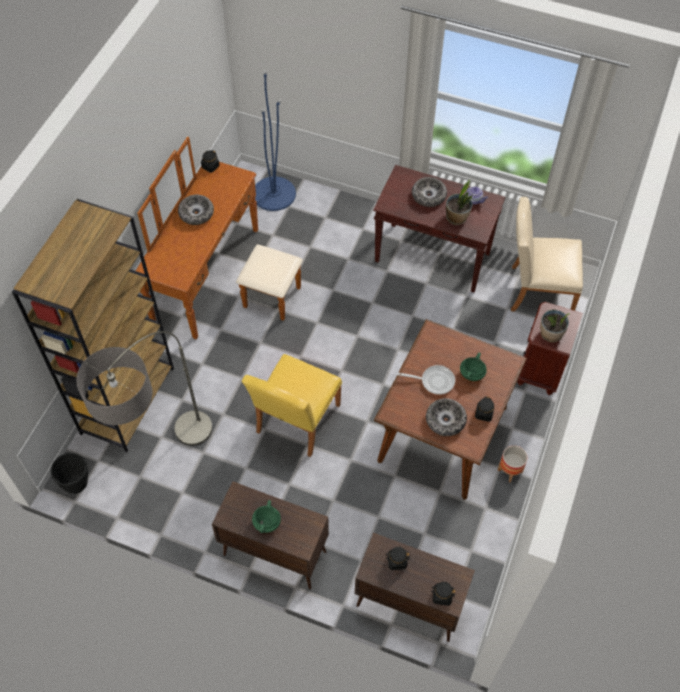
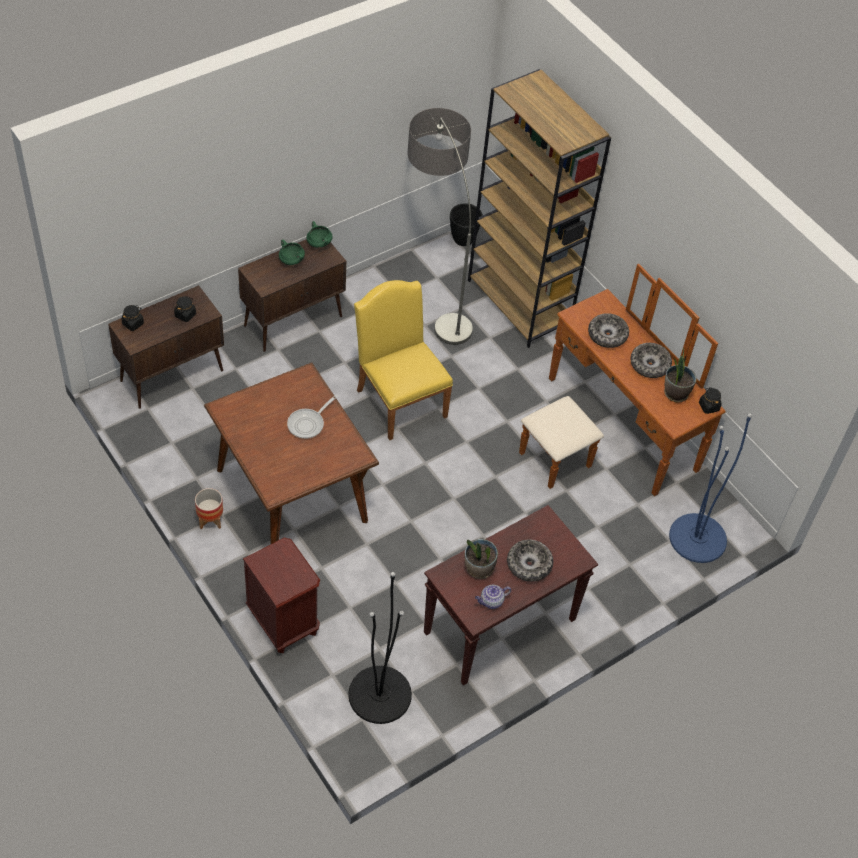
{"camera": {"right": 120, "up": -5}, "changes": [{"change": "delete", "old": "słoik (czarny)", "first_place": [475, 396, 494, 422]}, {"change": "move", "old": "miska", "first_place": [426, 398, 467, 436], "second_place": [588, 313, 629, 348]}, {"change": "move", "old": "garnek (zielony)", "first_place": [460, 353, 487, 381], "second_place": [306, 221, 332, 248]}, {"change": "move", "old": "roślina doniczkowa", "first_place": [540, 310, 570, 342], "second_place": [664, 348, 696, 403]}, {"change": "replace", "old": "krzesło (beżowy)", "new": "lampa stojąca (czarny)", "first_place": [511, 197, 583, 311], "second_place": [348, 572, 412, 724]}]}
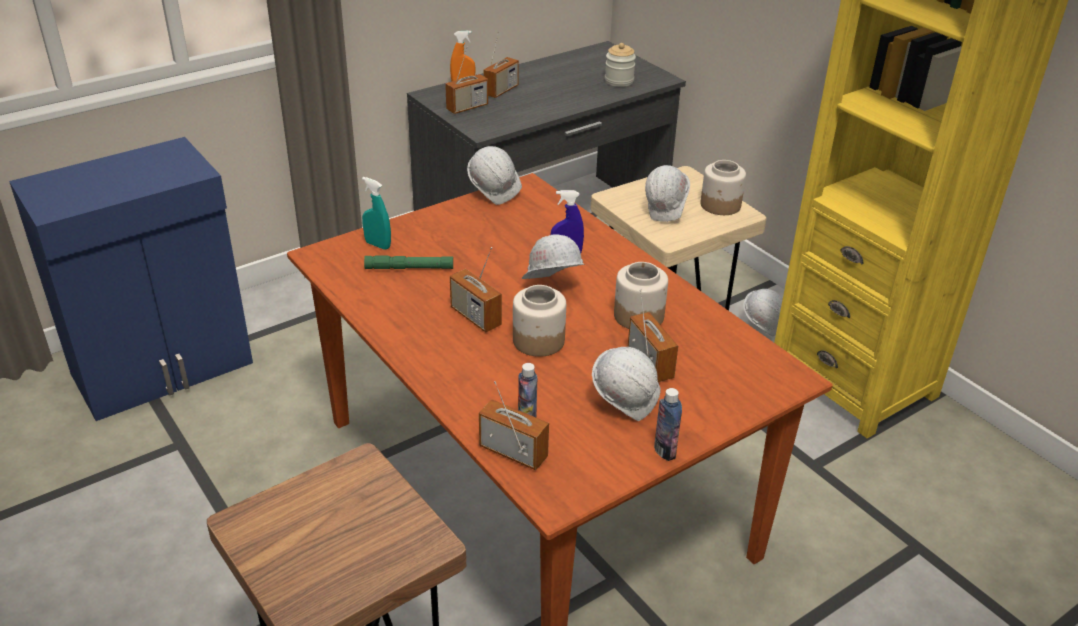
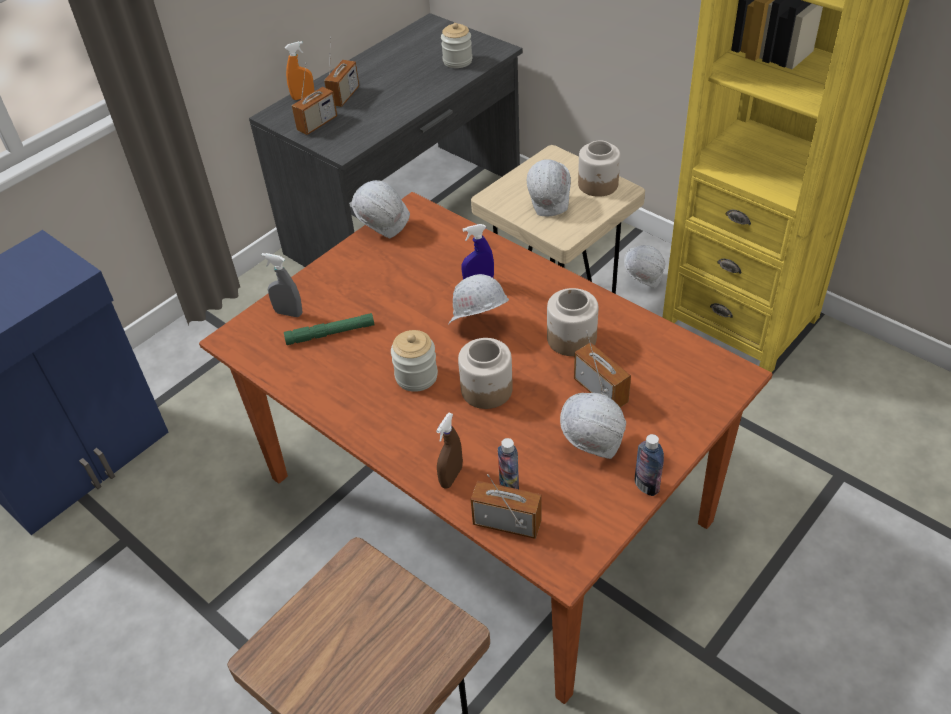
{"camera": {"right": -10, "up": 10}, "changes": [{"change": "insert", "new": "spryskiwacz (brązowy)", "second_place": [436, 413, 463, 489]}, {"change": "replace", "old": "radio", "new": "słoik", "first_place": [450, 247, 502, 332], "second_place": [391, 330, 438, 392]}, {"change": "recolor", "old": "spryskiwacz (turkusowy)", "new": "spryskiwacz (szary)", "first_place": [362, 177, 391, 250], "second_place": [262, 253, 303, 317]}]}
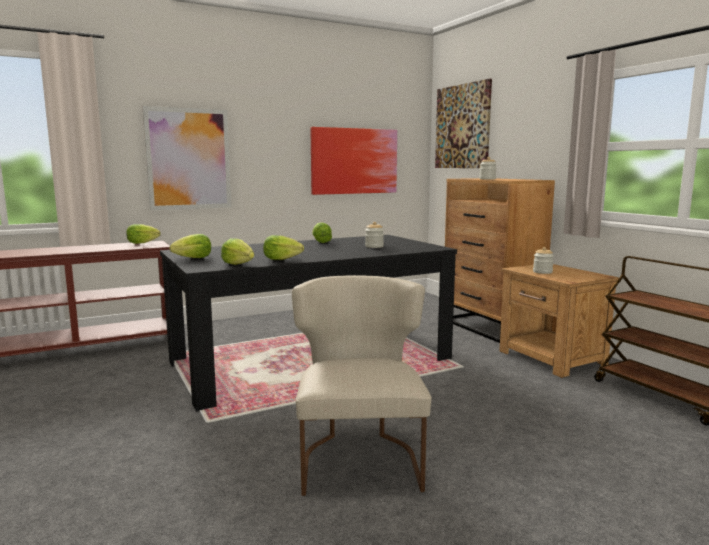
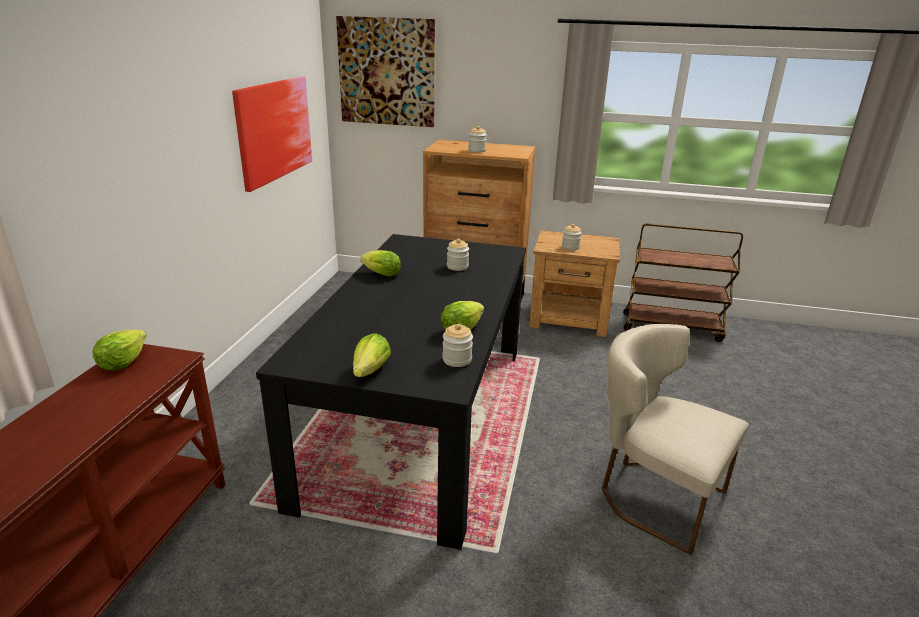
{"camera": {"right": -50, "up": 15}, "changes": [{"change": "delete", "old": "obraz", "first_place": [143, 106, 231, 210]}, {"change": "replace", "old": "sałata", "new": "słoik", "first_place": [221, 238, 254, 265], "second_place": [442, 324, 473, 367]}]}
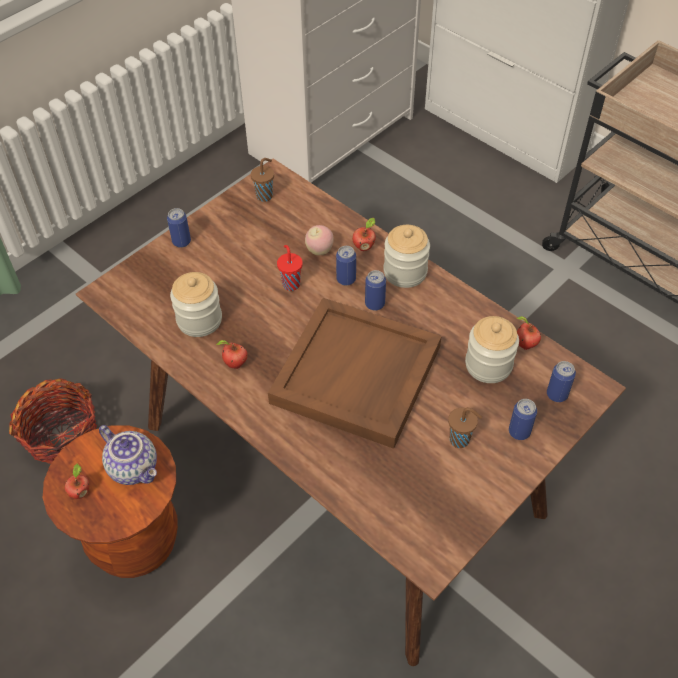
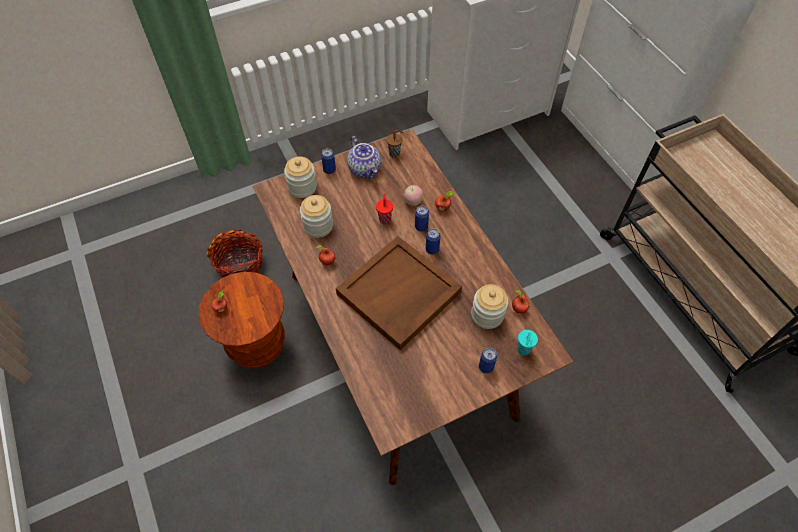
{"camera": {"right": 20, "up": 5}, "changes": [{"change": "delete", "old": "filiżanka (brązowy)", "first_place": [448, 408, 482, 448]}, {"change": "move", "old": "imbryk", "first_place": [99, 425, 157, 485], "second_place": [347, 136, 381, 179]}, {"change": "move", "old": "słoik", "first_place": [383, 225, 430, 288], "second_place": [284, 156, 317, 198]}, {"change": "replace", "old": "puszka", "new": "filiżanka (turkusowy)", "first_place": [547, 361, 576, 402], "second_place": [517, 330, 538, 356]}]}
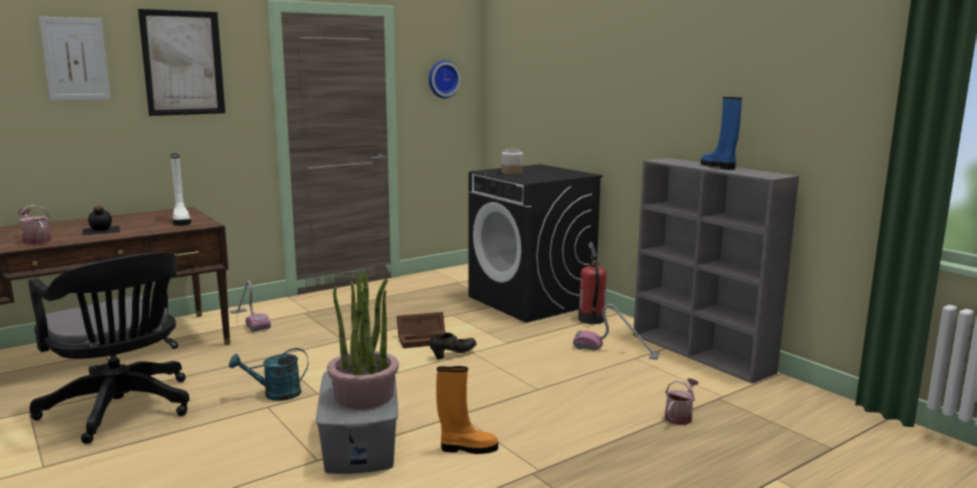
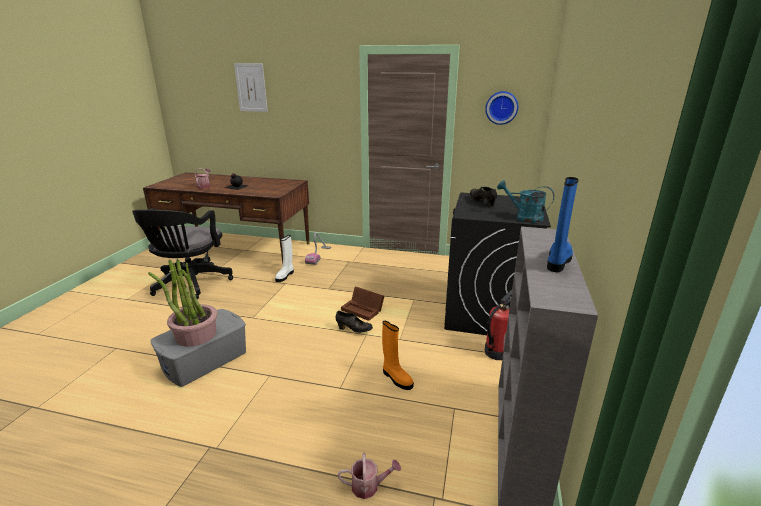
{"camera": {"right": 50, "up": 10}, "changes": [{"change": "delete", "old": "obraz", "first_place": [138, 9, 225, 116]}, {"change": "delete", "old": "odkurzacz", "first_place": [573, 304, 660, 360]}, {"change": "move", "old": "but z cholewką (biały)", "first_place": [170, 154, 191, 226], "second_place": [275, 235, 294, 282]}, {"change": "move", "old": "konewka (turkusowy)", "first_place": [229, 348, 308, 401], "second_place": [497, 180, 554, 223]}, {"change": "move", "old": "but z cholewką (pomarańczowy)", "first_place": [436, 366, 498, 454], "second_place": [382, 321, 414, 390]}, {"change": "replace", "old": "słoik", "new": "but (czarny)", "first_place": [501, 149, 523, 175], "second_place": [470, 187, 497, 207]}]}
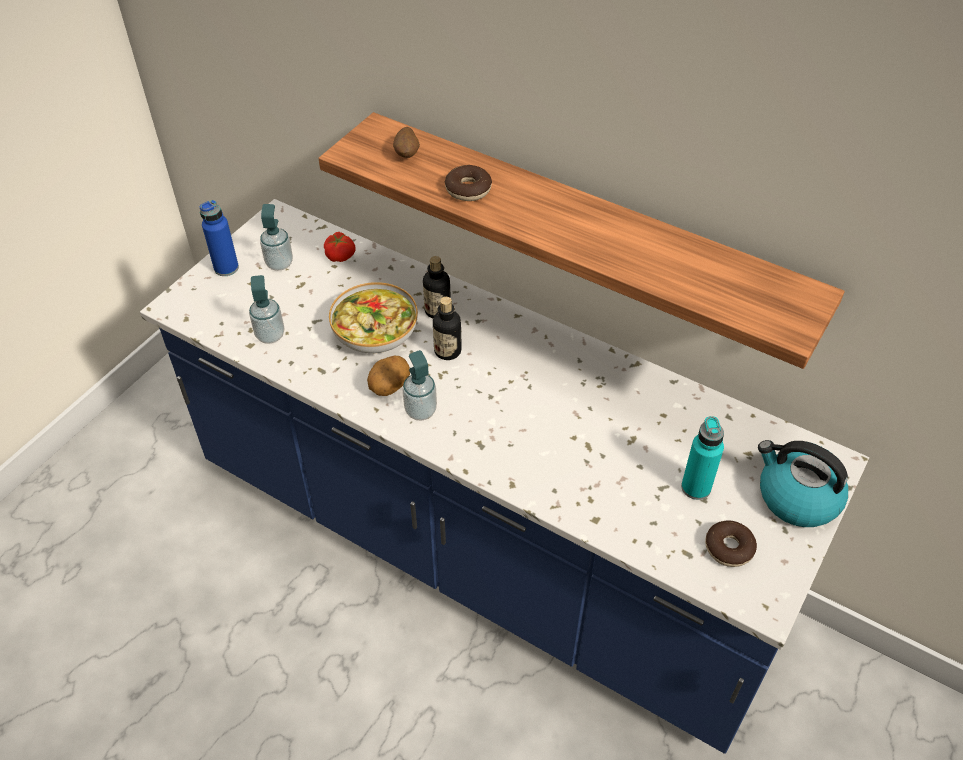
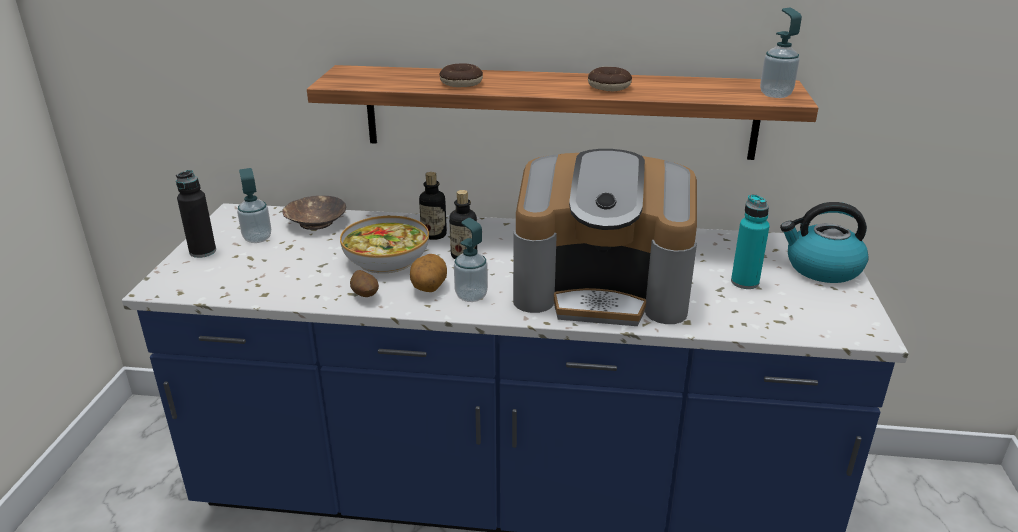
{"camera": {"right": -25, "up": -20}, "changes": [{"change": "insert", "new": "ekspres do kawy", "second_place": [513, 149, 697, 326]}, {"change": "move", "old": "dozownik mydła", "first_place": [249, 275, 284, 344], "second_place": [760, 7, 802, 98]}, {"change": "move", "old": "ziemniak", "first_place": [393, 127, 420, 158], "second_place": [350, 270, 379, 297]}, {"change": "move", "old": "donut", "first_place": [705, 520, 757, 567], "second_place": [588, 67, 632, 92]}, {"change": "replace", "old": "pomidor", "new": "miska (brązowy)", "first_place": [324, 232, 355, 262], "second_place": [282, 195, 346, 230]}, {"change": "recolor", "old": "butelka (niebieski)", "new": "butelka (czarny)", "first_place": [199, 200, 239, 276], "second_place": [176, 170, 216, 258]}]}
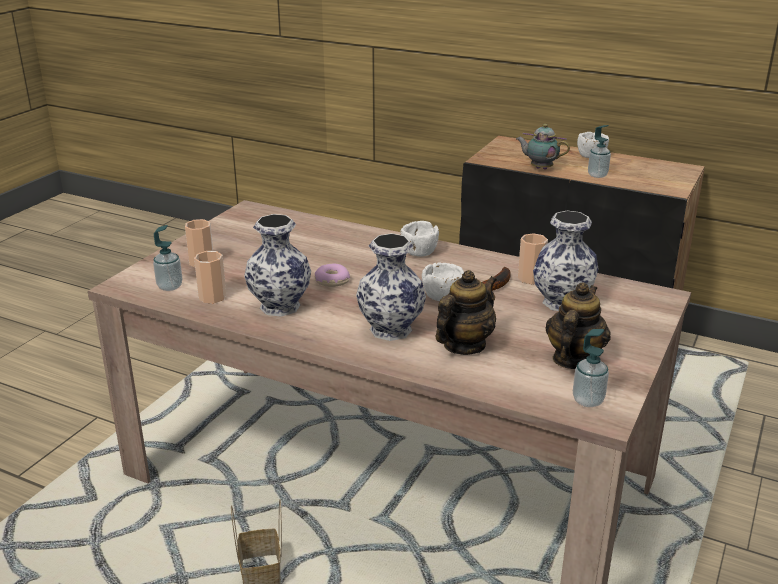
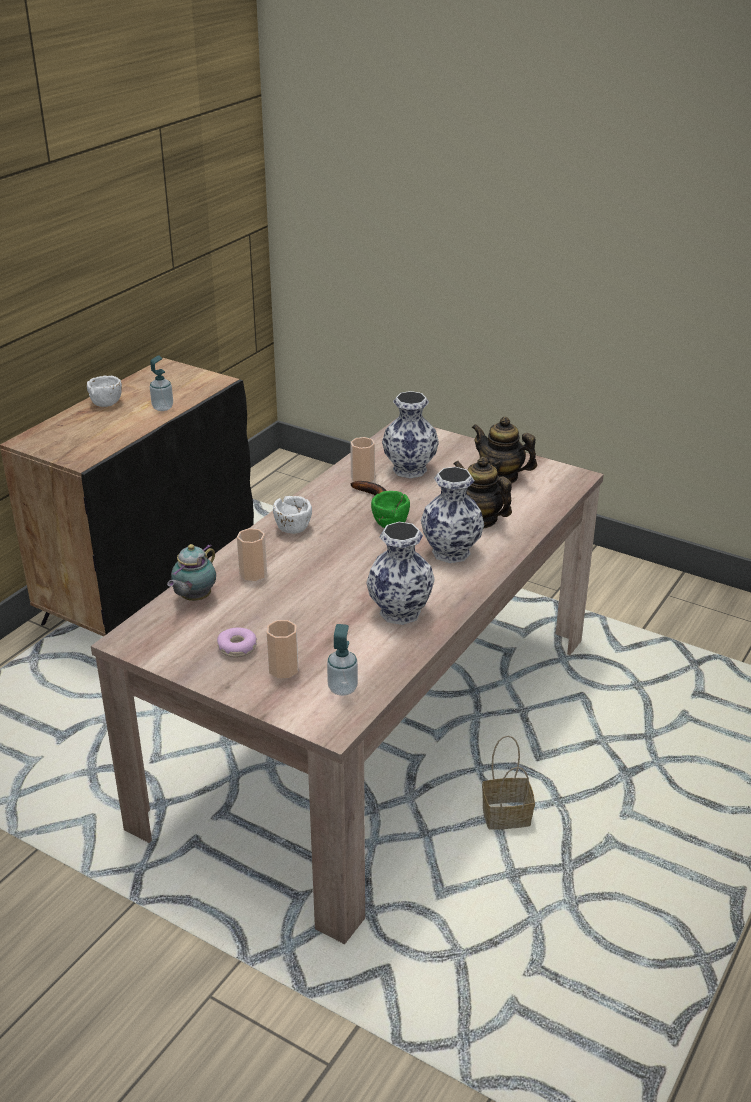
{"camera": {"right": -85, "up": 5}, "changes": [{"change": "delete", "old": "dozownik mydła", "first_place": [573, 329, 609, 407]}, {"change": "move", "old": "filiżanka", "first_place": [194, 251, 226, 303], "second_place": [237, 528, 267, 581]}, {"change": "move", "old": "donut", "first_place": [315, 264, 350, 287], "second_place": [217, 627, 257, 657]}, {"change": "move", "old": "imbryk", "first_place": [516, 124, 570, 170], "second_place": [167, 544, 216, 601]}, {"change": "recolor", "old": "miska (biały)", "new": "miska (zielony)", "first_place": [422, 262, 464, 301], "second_place": [371, 491, 410, 528]}]}
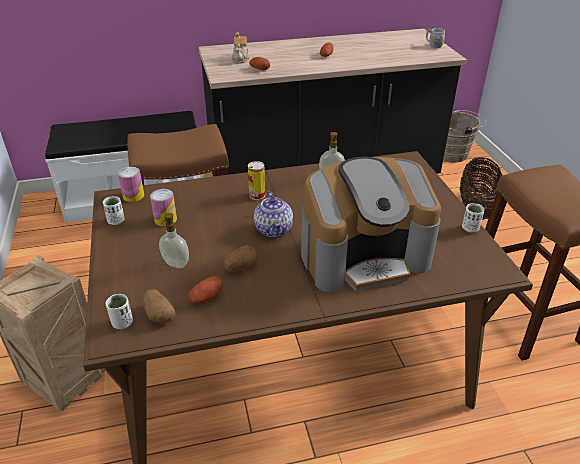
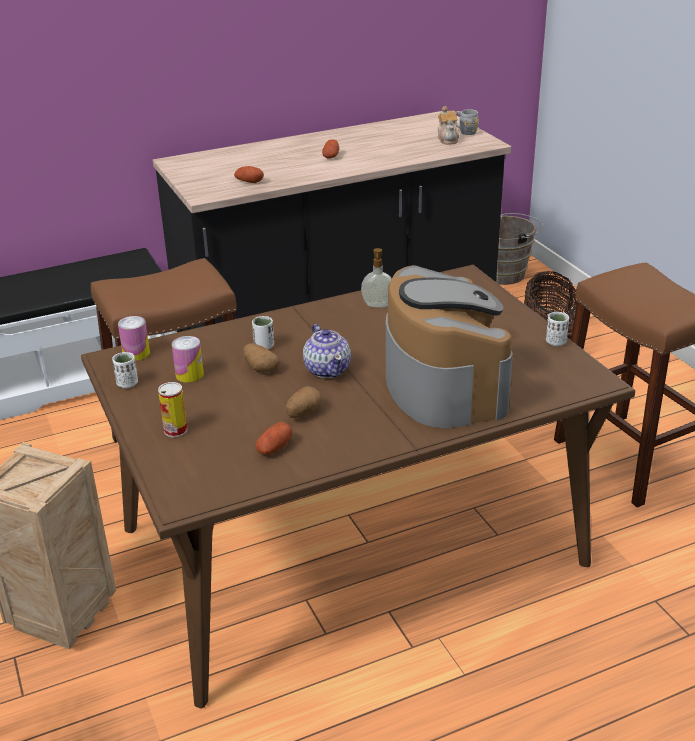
{"camera": {"right": -10, "up": -5}, "changes": [{"change": "delete", "old": "dozownik mydła", "first_place": [159, 213, 189, 268]}, {"change": "move", "old": "filiżanka (biały)", "first_place": [105, 294, 133, 329], "second_place": [252, 316, 274, 349]}, {"change": "move", "old": "ziemniak", "first_place": [143, 289, 176, 323], "second_place": [243, 343, 280, 372]}, {"change": "move", "old": "imbryk", "first_place": [232, 32, 249, 63], "second_place": [438, 106, 459, 145]}, {"change": "move", "old": "puszka", "first_place": [248, 161, 265, 200], "second_place": [158, 382, 187, 438]}, {"change": "rotate", "old": "ekspres do kawy", "first_place": [301, 157, 441, 292], "second_place": [386, 265, 513, 428], "degrees": -75}]}
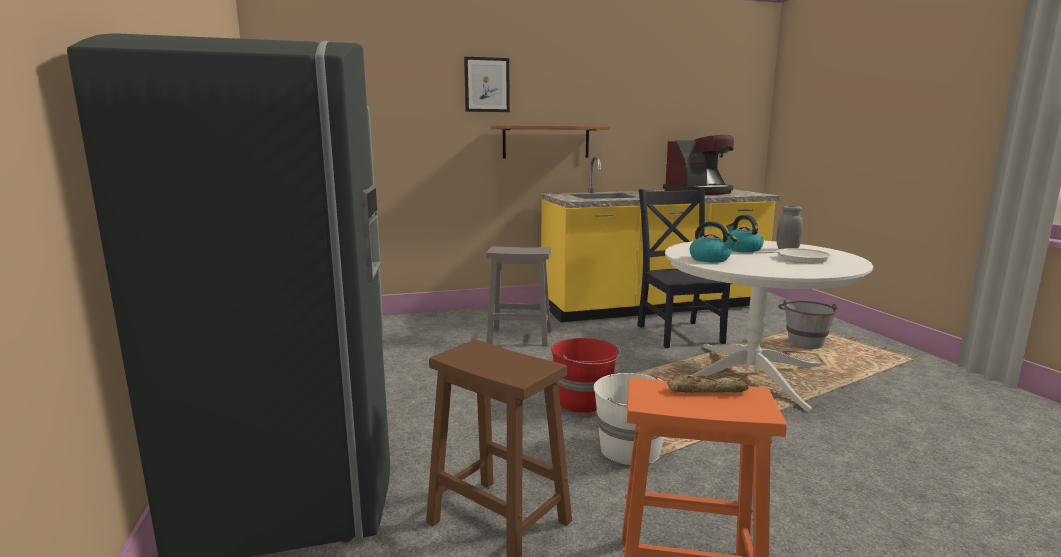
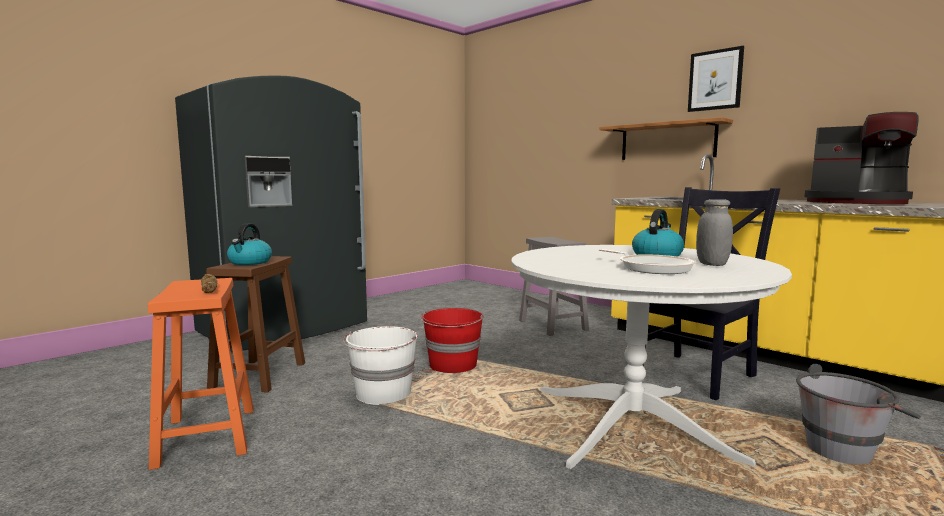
{"camera": {"right": 60, "up": -5}, "changes": [{"change": "move", "old": "obraz", "first_place": [464, 57, 510, 112], "second_place": [688, 46, 744, 112]}, {"change": "move", "old": "czajnik", "first_place": [690, 221, 738, 262], "second_place": [227, 223, 272, 265]}]}
